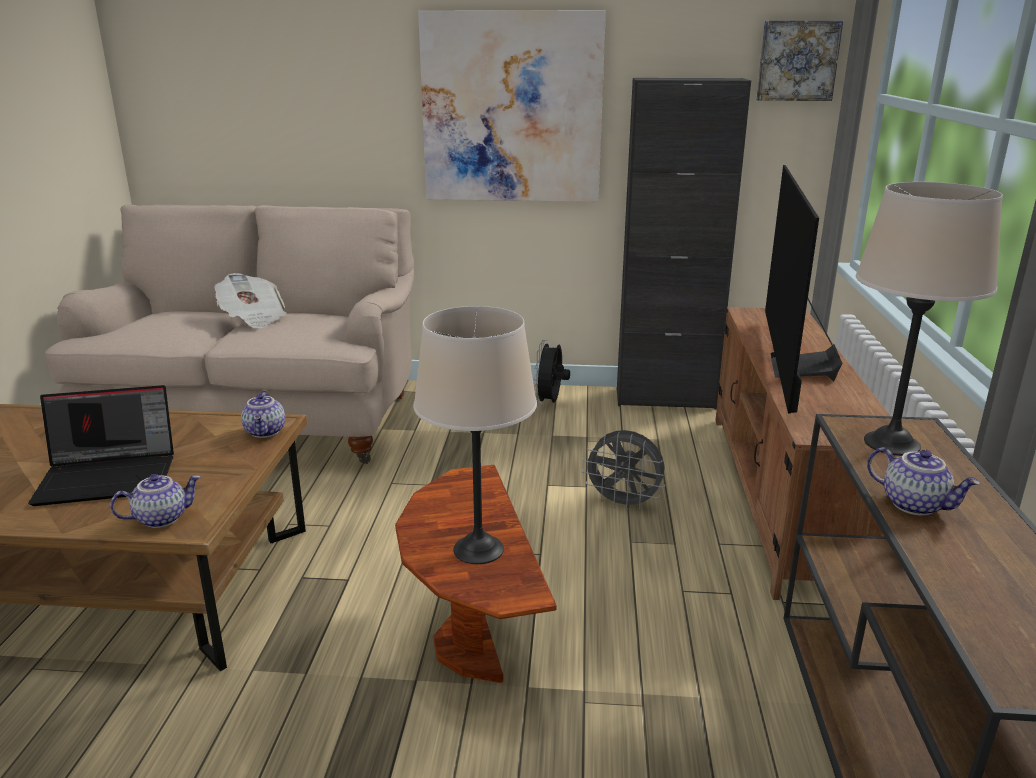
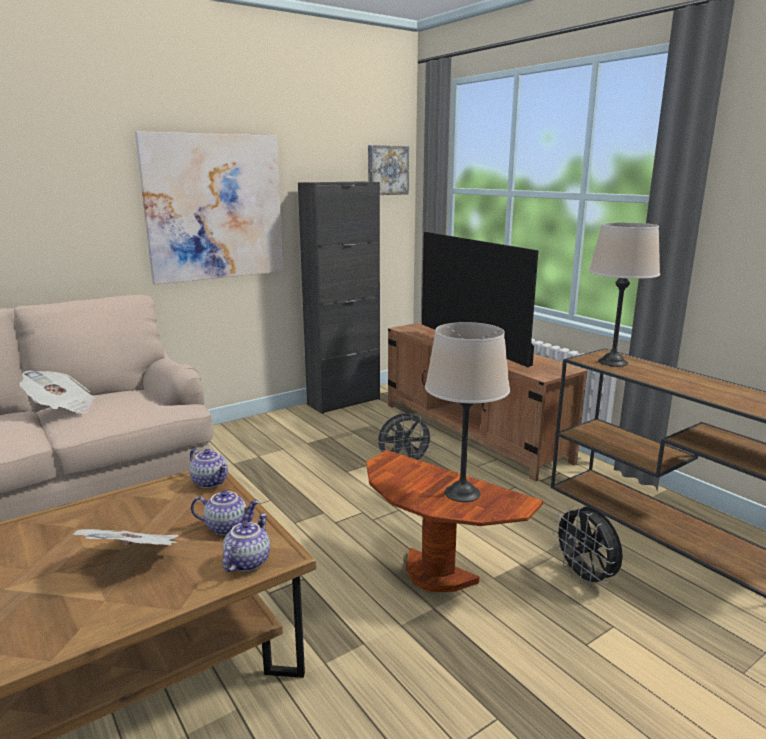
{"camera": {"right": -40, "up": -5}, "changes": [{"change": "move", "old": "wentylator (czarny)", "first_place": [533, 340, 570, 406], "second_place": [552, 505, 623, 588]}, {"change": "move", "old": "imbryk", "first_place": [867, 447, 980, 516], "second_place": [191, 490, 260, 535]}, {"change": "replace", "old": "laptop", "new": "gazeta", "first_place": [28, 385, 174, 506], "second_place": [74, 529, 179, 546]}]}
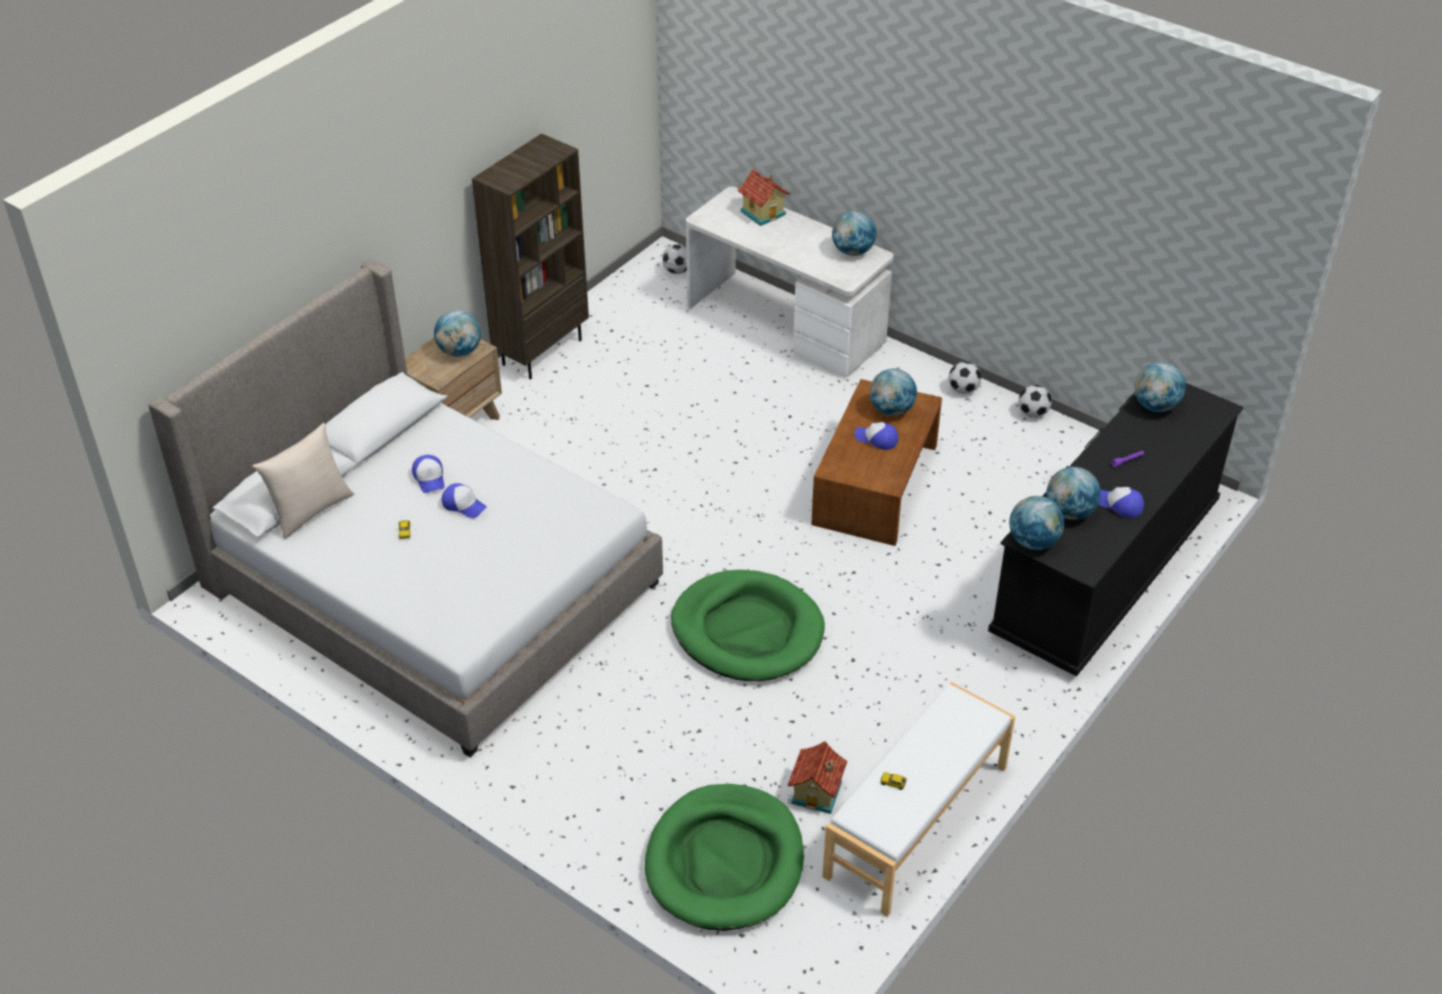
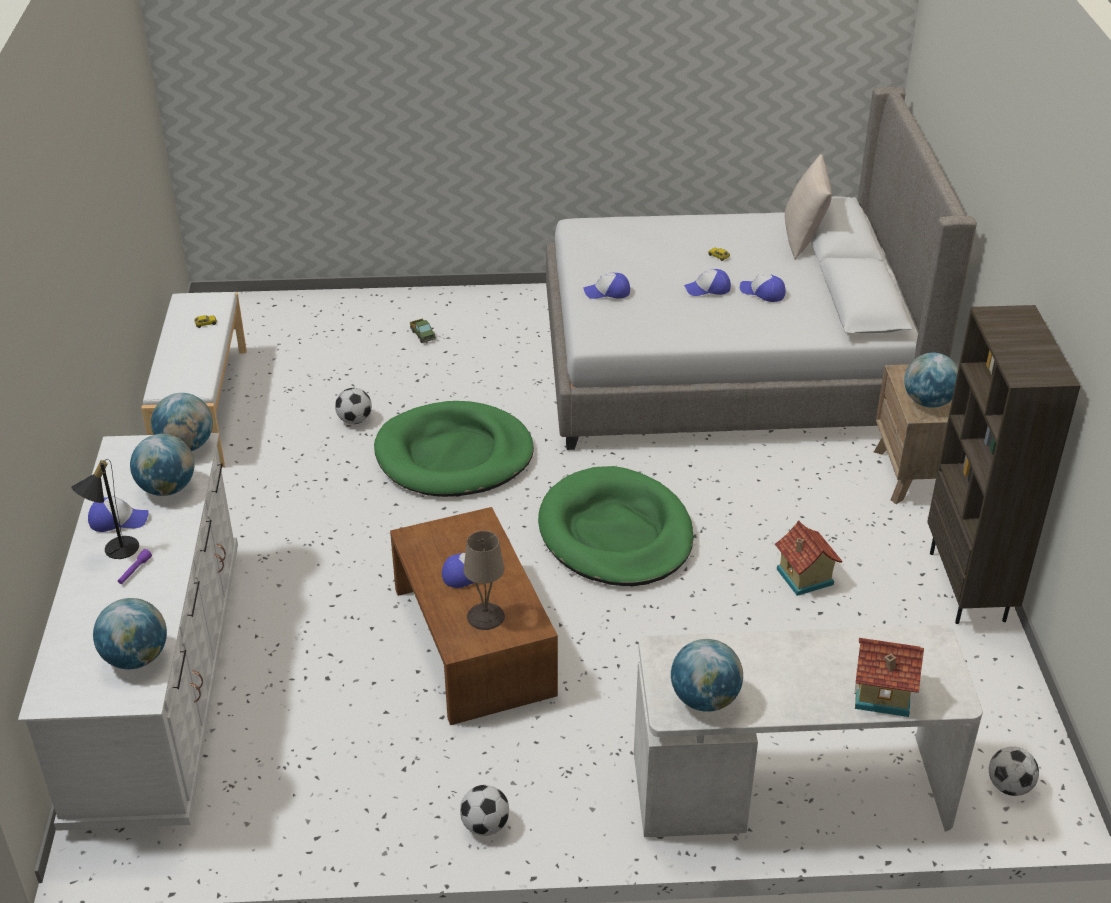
{"camera": {"right": 140, "up": -5}, "changes": [{"change": "insert", "new": "lampa stołowa (czarny)", "second_place": [71, 459, 139, 559]}, {"change": "insert", "new": "ciężarówka zabawkowa", "second_place": [410, 319, 436, 343]}, {"change": "insert", "new": "czapka z daszkiem", "second_place": [584, 272, 630, 299]}, {"change": "move", "old": "legowisko (zielony)", "first_place": [645, 784, 804, 931], "second_place": [538, 466, 694, 586]}, {"change": "move", "old": "domek", "first_place": [788, 741, 847, 814], "second_place": [775, 520, 843, 596]}, {"change": "move", "old": "piłka futbolowa", "first_place": [1018, 385, 1052, 418], "second_place": [335, 388, 372, 424]}, {"change": "replace", "old": "globus", "new": "lampa stołowa (beżowy)", "first_place": [869, 369, 917, 416], "second_place": [464, 531, 505, 630]}, {"change": "recolor", "old": "komoda (czarny)", "new": "komoda (biały)", "first_place": [988, 383, 1244, 677], "second_place": [18, 433, 238, 831]}]}
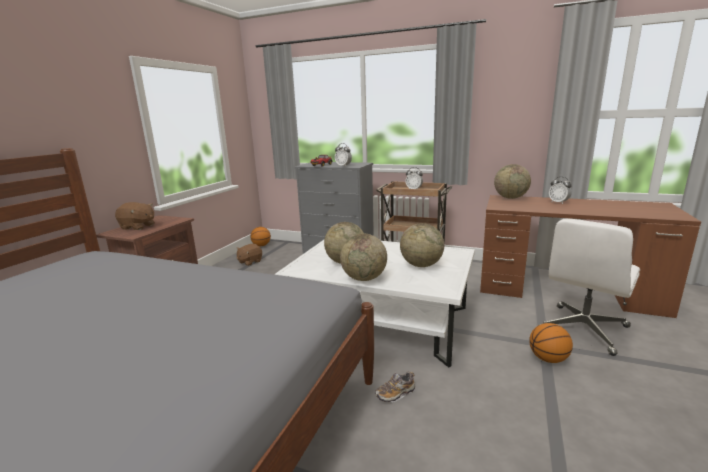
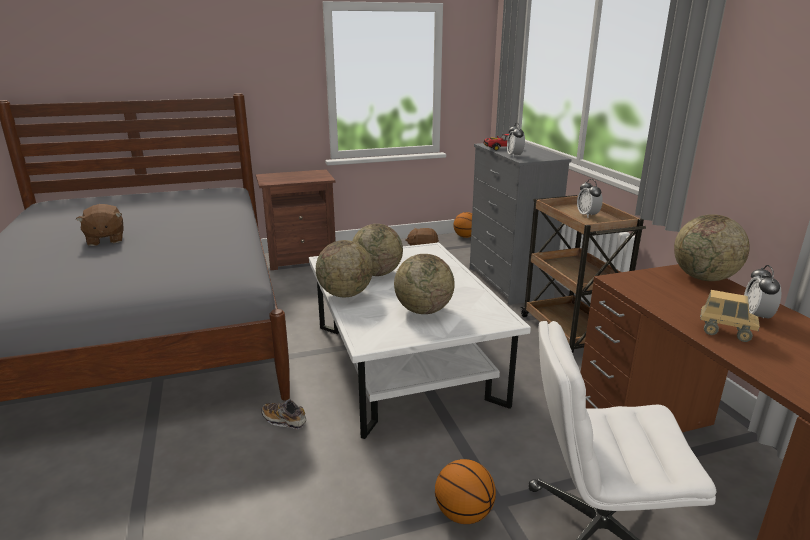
{"camera": {"right": 50, "up": 5}, "changes": [{"change": "insert", "new": "ciężarówka zabawkowa", "second_place": [700, 290, 760, 342]}, {"change": "move", "old": "pluszak (brązowy)", "first_place": [115, 202, 155, 230], "second_place": [76, 204, 124, 246]}]}
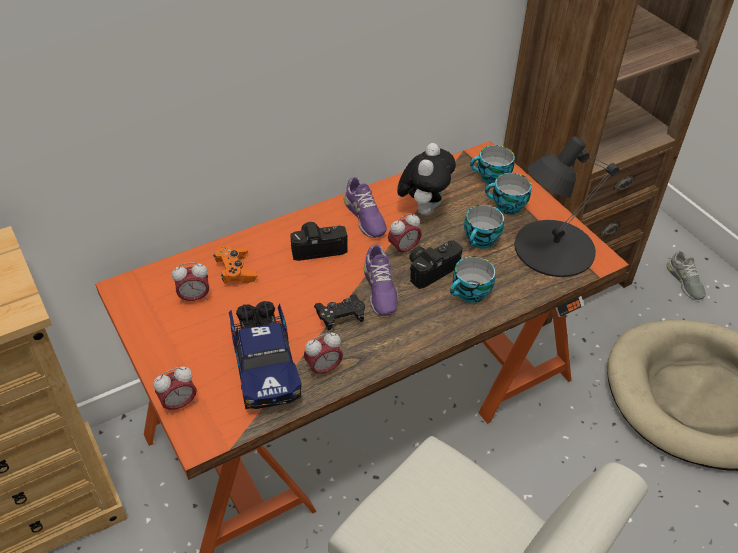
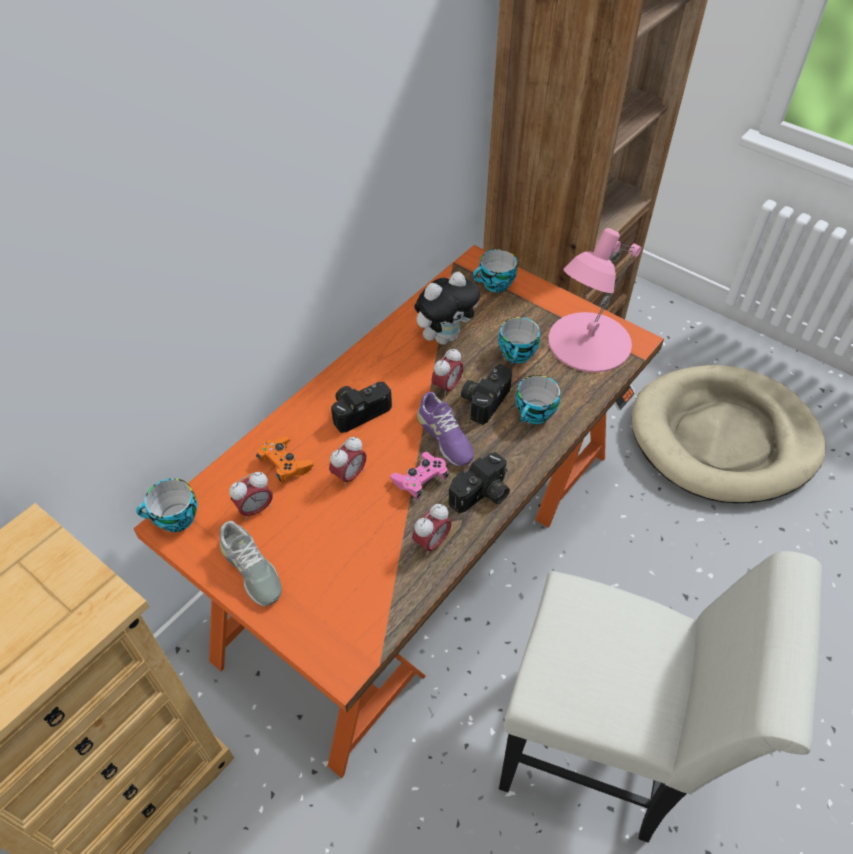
{"camera": {"right": -20, "up": 5}, "changes": [{"change": "delete", "old": "ciężarówka zabawkowa", "first_place": [229, 301, 302, 409]}, {"change": "delete", "old": "but (fioletowy)", "first_place": [344, 177, 387, 238]}, {"change": "insert", "new": "aparat fotograficzny", "second_place": [448, 452, 510, 513]}, {"change": "move", "old": "budzik", "first_place": [153, 366, 197, 414], "second_place": [329, 436, 367, 487]}, {"change": "move", "old": "filiżanka", "first_place": [485, 173, 532, 215], "second_place": [136, 478, 198, 532]}, {"change": "move", "old": "but (szary)", "first_place": [667, 250, 706, 300], "second_place": [220, 521, 282, 606]}, {"change": "recolor", "old": "pad do gier (czarny)", "new": "pad do gier (różowy)", "first_place": [314, 294, 365, 330], "second_place": [390, 452, 449, 499]}, {"change": "recolor", "old": "lampa stołowa (czarny)", "new": "lampa stołowa (różowy)", "first_place": [514, 136, 620, 277], "second_place": [548, 228, 642, 372]}, {"change": "rotate", "old": "pluszak", "first_place": [397, 143, 456, 215], "second_place": [414, 272, 480, 345], "degrees": 60}]}
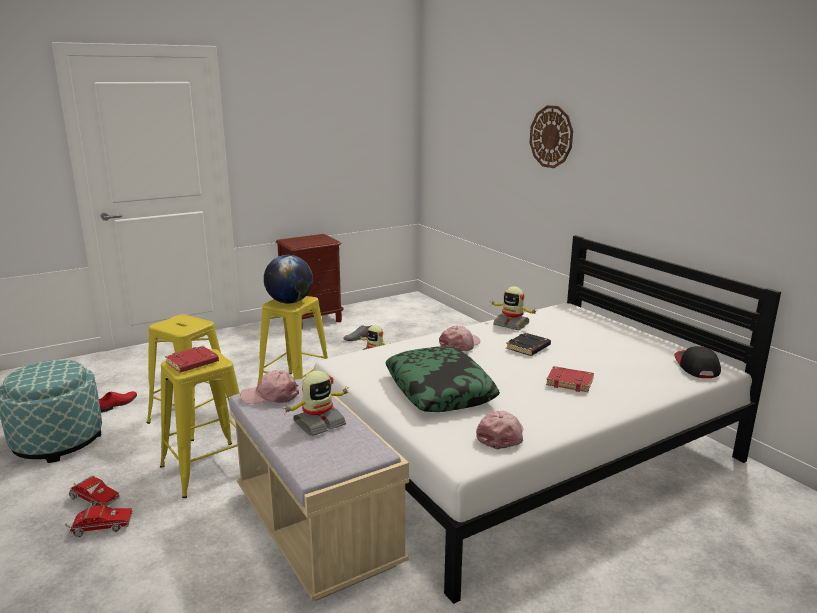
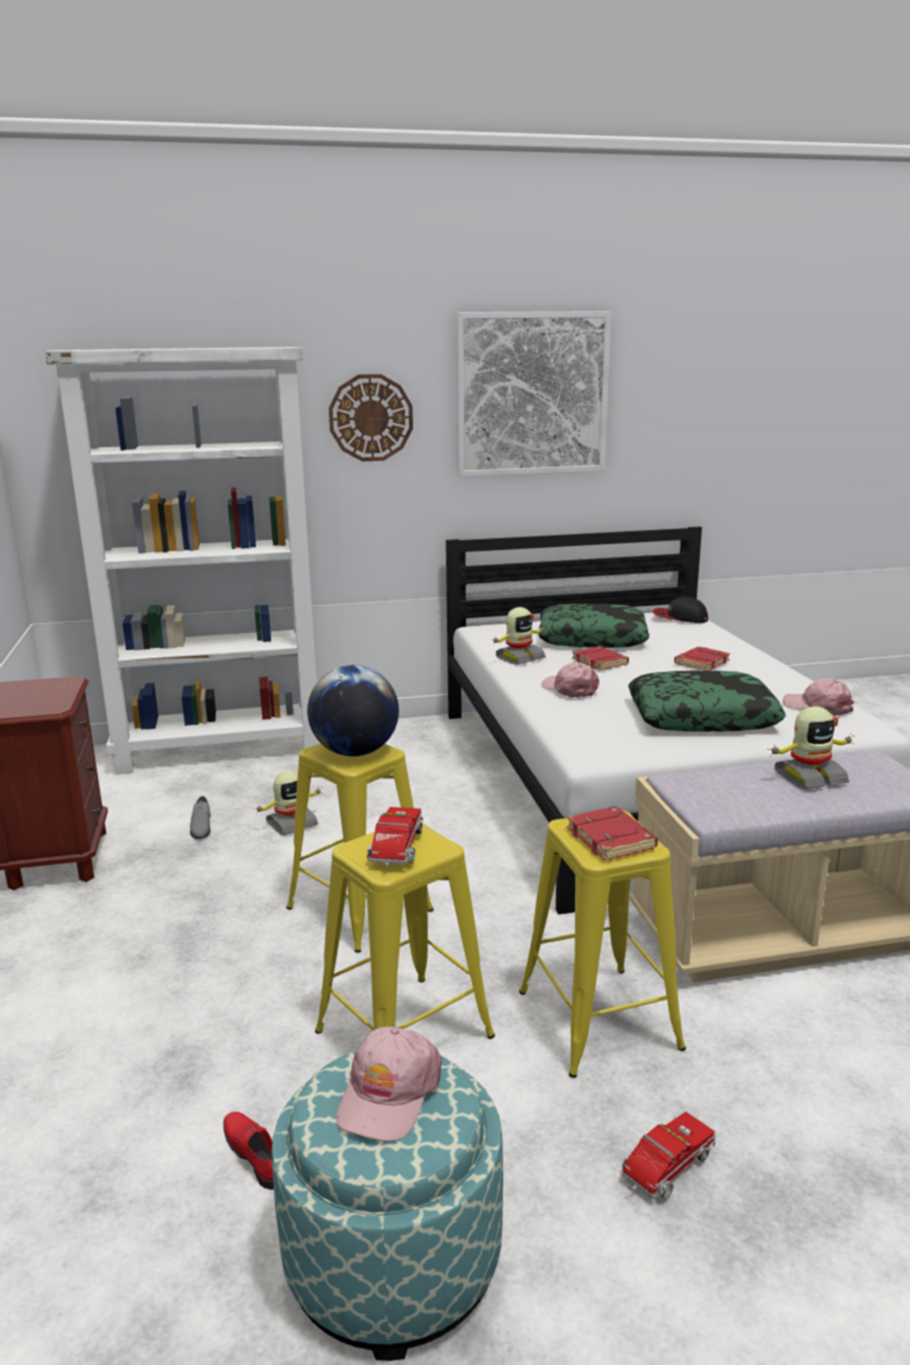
{"camera": {"right": -70, "up": 0}, "changes": [{"change": "insert", "new": "regał (biały)", "second_place": [45, 347, 320, 774]}, {"change": "insert", "new": "obraz", "second_place": [456, 311, 611, 477]}, {"change": "insert", "new": "poduszka", "second_place": [539, 603, 649, 648]}, {"change": "move", "old": "ciężarówka zabawkowa", "first_place": [65, 505, 133, 537], "second_place": [367, 807, 423, 867]}, {"change": "move", "old": "czapka z daszkiem (różowy)", "first_place": [241, 370, 299, 404], "second_place": [336, 1026, 442, 1142]}, {"change": "recolor", "old": "książka (czarny)", "new": "książka (czerwony)", "first_place": [506, 333, 551, 356], "second_place": [572, 646, 629, 671]}, {"change": "rotate", "old": "robot zabawkowy", "first_place": [283, 371, 350, 436], "second_place": [770, 706, 854, 789], "degrees": 90}]}
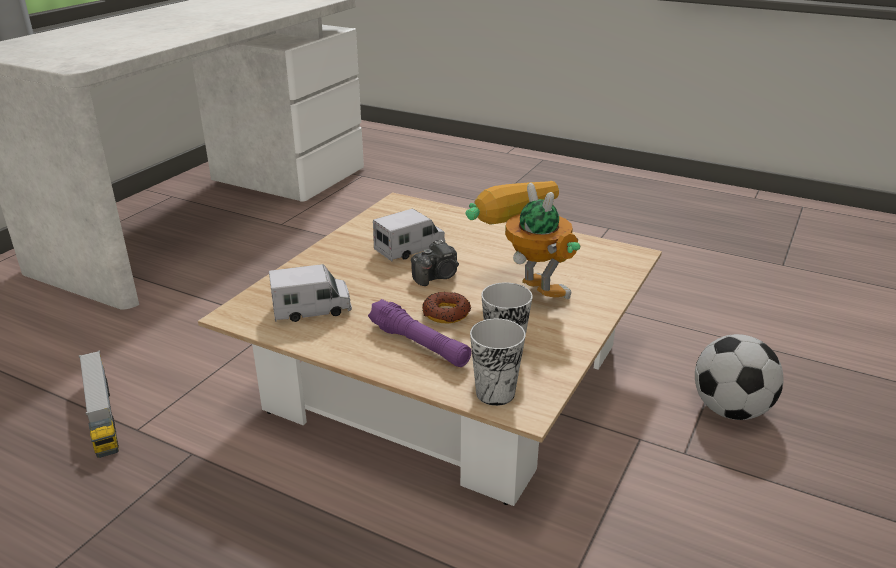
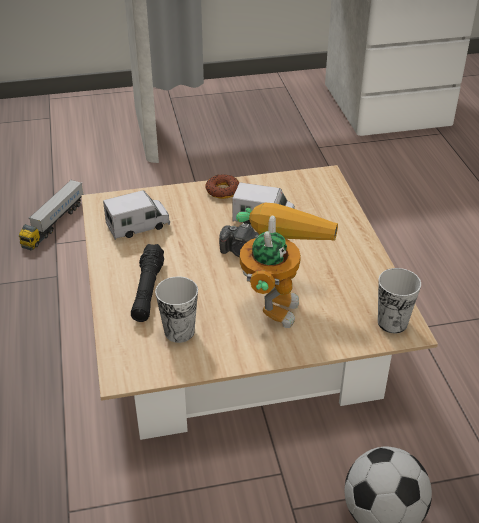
{"camera": {"right": 50, "up": 10}, "changes": [{"change": "move", "old": "donut", "first_place": [422, 292, 471, 323], "second_place": [205, 174, 240, 199]}, {"change": "move", "old": "filiżanka", "first_place": [470, 318, 525, 406], "second_place": [378, 268, 421, 333]}, {"change": "recolor", "old": "latarka (fioletowy)", "new": "latarka (czarny)", "first_place": [368, 299, 471, 367], "second_place": [131, 244, 164, 322]}, {"change": "rotate", "old": "ciężarówka zabawkowa", "first_place": [269, 264, 352, 322], "second_place": [103, 190, 170, 240], "degrees": -60}]}
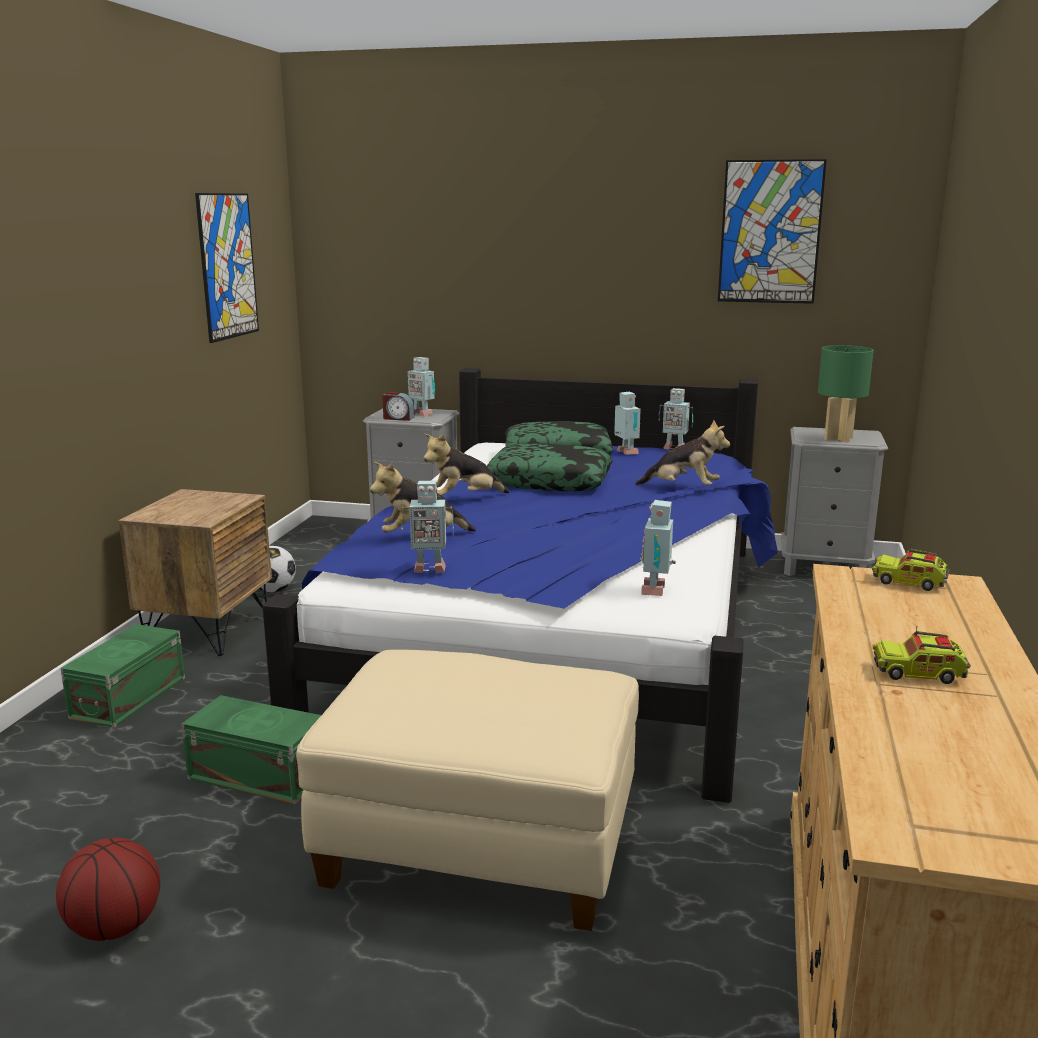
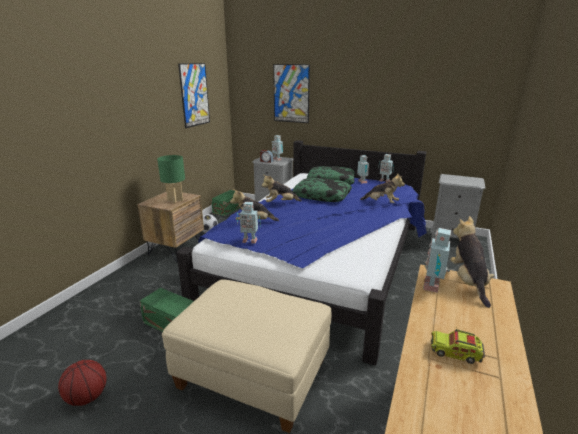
{"camera": {"right": 10, "up": 5}, "changes": [{"change": "move", "old": "pojemnik do przechowywania (zielony)", "first_place": [60, 624, 185, 728], "second_place": [211, 190, 240, 216]}, {"change": "move", "old": "robot zabawkowy", "first_place": [640, 500, 676, 596], "second_place": [423, 228, 451, 293]}, {"change": "move", "old": "obraz", "first_place": [718, 159, 827, 304], "second_place": [273, 64, 310, 123]}, {"change": "move", "old": "lampa stołowa (zielony)", "first_place": [818, 345, 874, 442], "second_place": [157, 155, 185, 204]}, {"change": "replace", "old": "ciężarówka zabawkowa", "new": "pluszak", "first_place": [872, 544, 950, 591], "second_place": [450, 216, 495, 308]}]}
